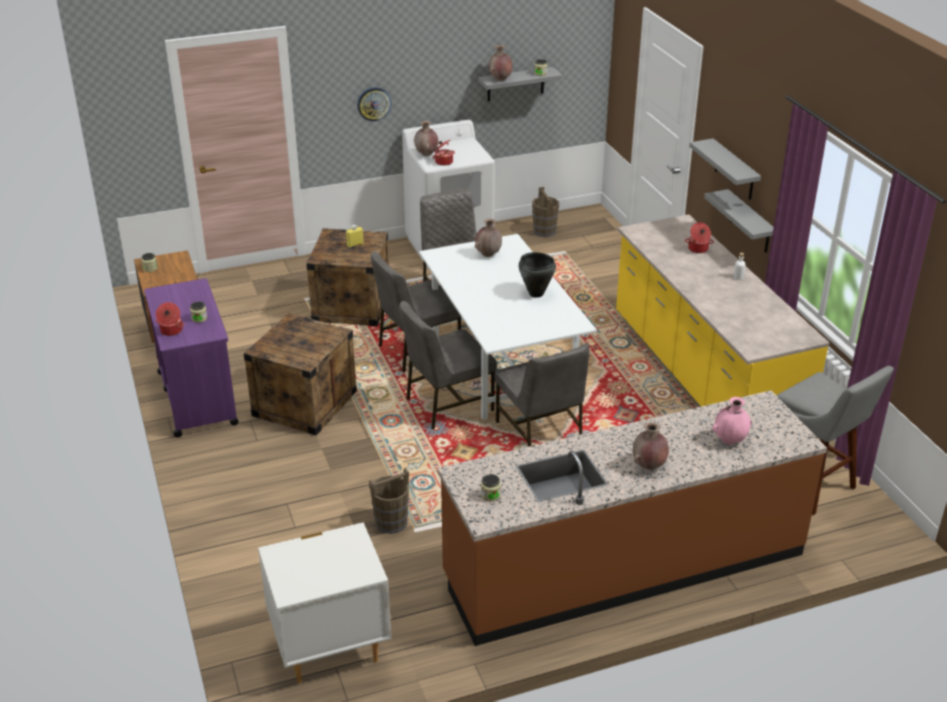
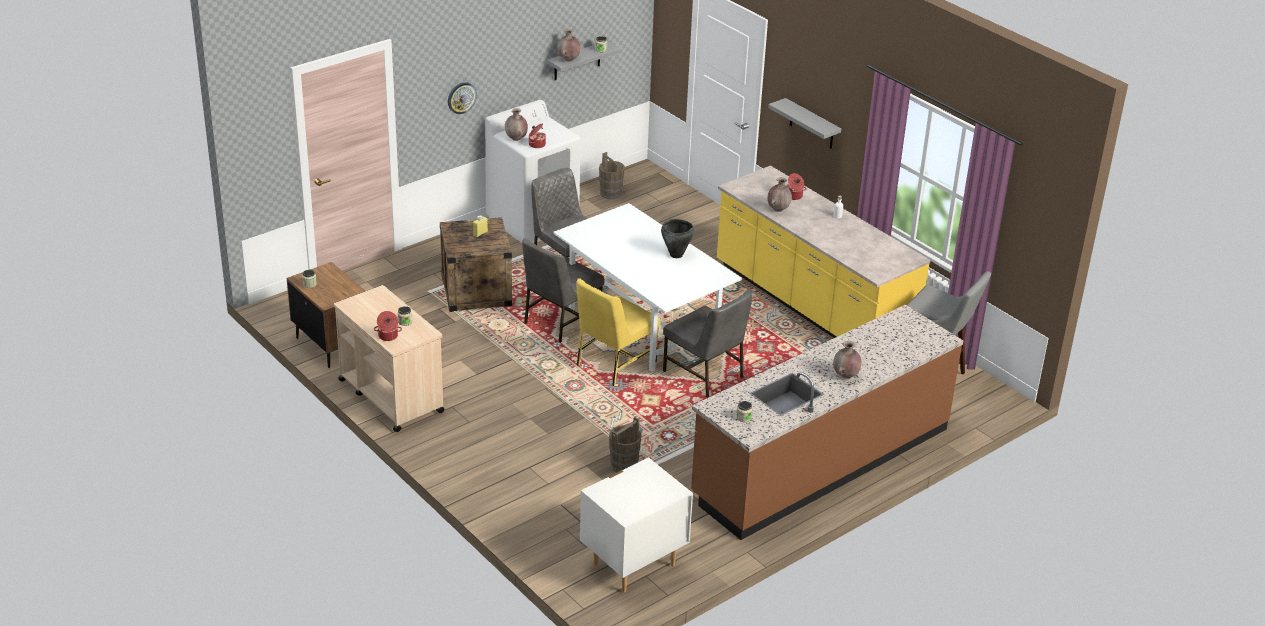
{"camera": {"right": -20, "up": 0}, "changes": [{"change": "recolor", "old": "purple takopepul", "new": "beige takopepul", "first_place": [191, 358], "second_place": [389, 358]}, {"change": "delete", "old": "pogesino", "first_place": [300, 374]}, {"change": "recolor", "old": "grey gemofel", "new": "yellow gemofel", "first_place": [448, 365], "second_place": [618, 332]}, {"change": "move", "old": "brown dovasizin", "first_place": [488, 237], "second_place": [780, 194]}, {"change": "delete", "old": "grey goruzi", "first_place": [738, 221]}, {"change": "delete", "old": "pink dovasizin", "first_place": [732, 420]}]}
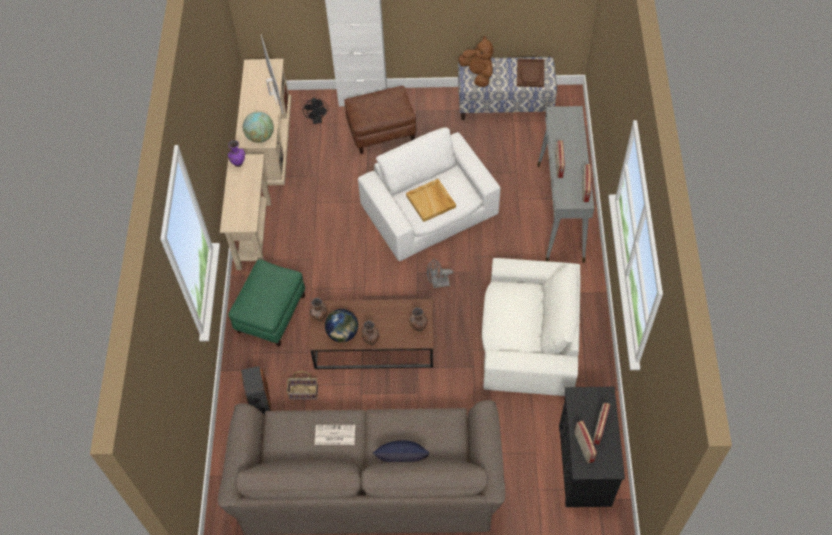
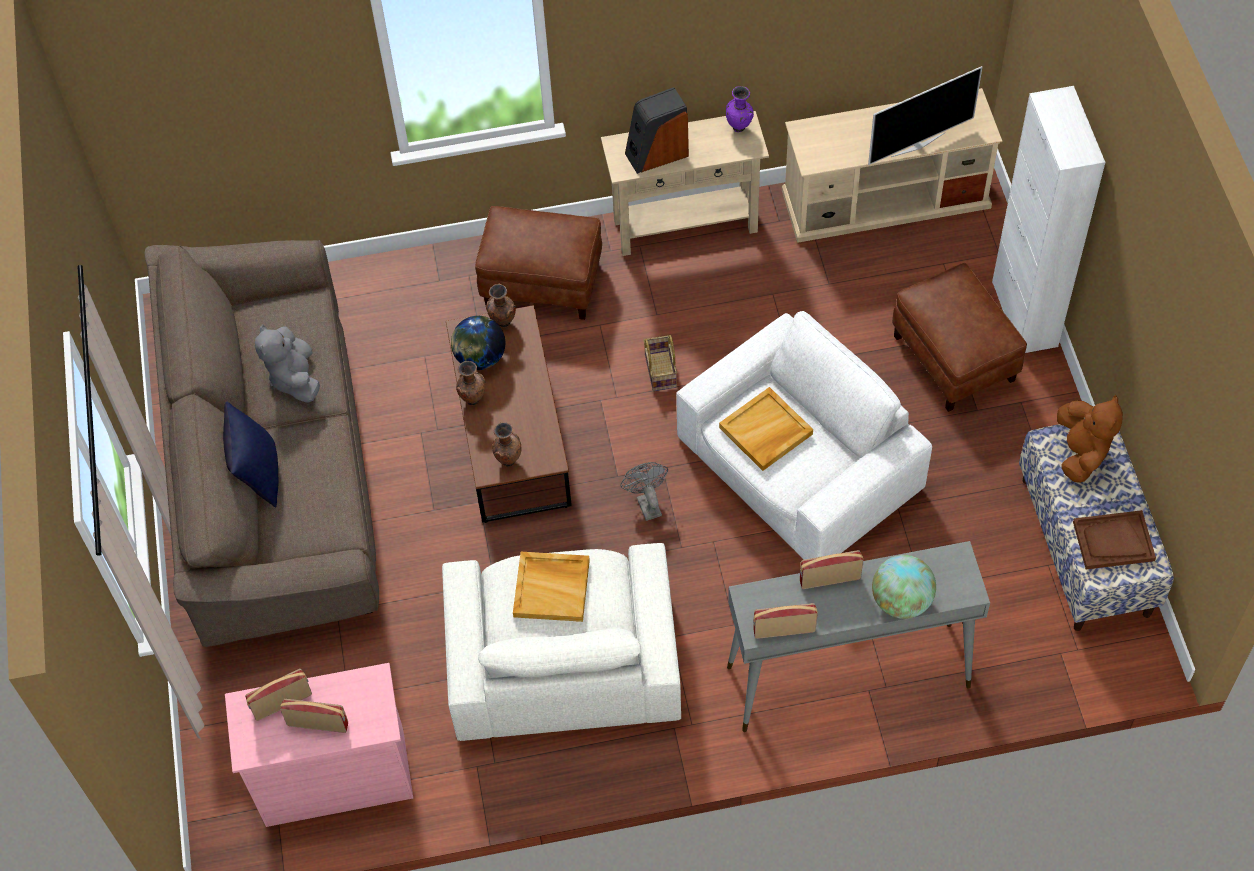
{"camera": {"right": 80, "up": 0}, "changes": [{"change": "recolor", "old": "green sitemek", "new": "brown sitemek", "first_place": [266, 303], "second_place": [538, 263]}, {"change": "move", "old": "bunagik", "first_place": [255, 390], "second_place": [657, 130]}, {"change": "move", "old": "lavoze", "first_place": [258, 127], "second_place": [904, 587]}, {"change": "move", "old": "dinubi", "first_place": [302, 385], "second_place": [660, 363]}, {"change": "delete", "old": "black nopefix", "first_place": [315, 111]}, {"change": "replace", "old": "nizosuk", "new": "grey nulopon", "first_place": [335, 435], "second_place": [287, 363]}, {"change": "rotate", "old": "brown nulopon", "first_place": [476, 61], "second_place": [1090, 439], "degrees": -45}, {"change": "recolor", "old": "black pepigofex", "new": "pink pepigofex", "first_place": [592, 447], "second_place": [319, 745]}, {"change": "insert", "new": "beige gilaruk", "second_place": [551, 587]}]}
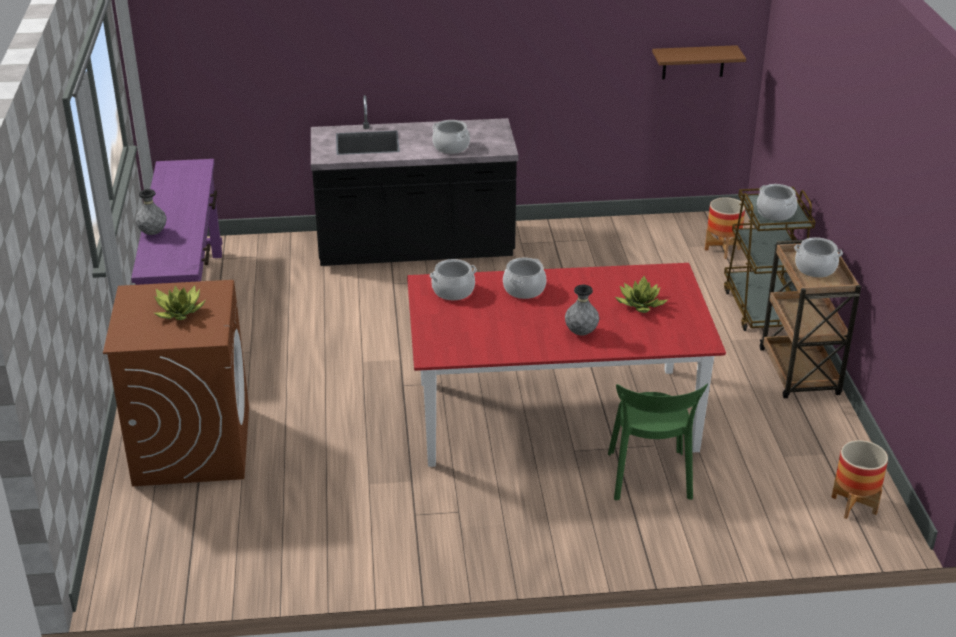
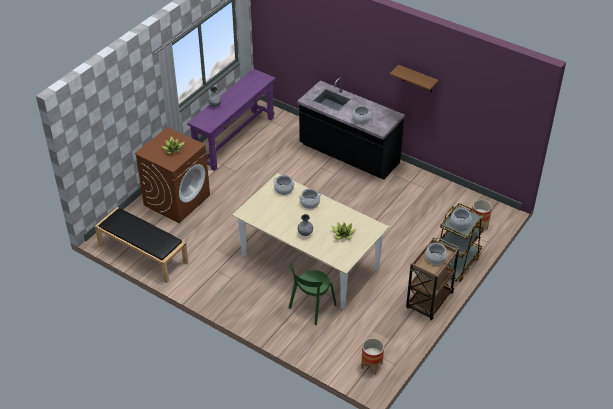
{"camera": {"right": 40, "up": 10}, "changes": [{"change": "recolor", "old": "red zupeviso", "new": "beige zupeviso", "first_place": [566, 365], "second_place": [310, 241]}, {"change": "move", "old": "brown goruzi", "first_place": [699, 62], "second_place": [414, 78]}, {"change": "insert", "new": "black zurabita", "second_place": [141, 245]}]}
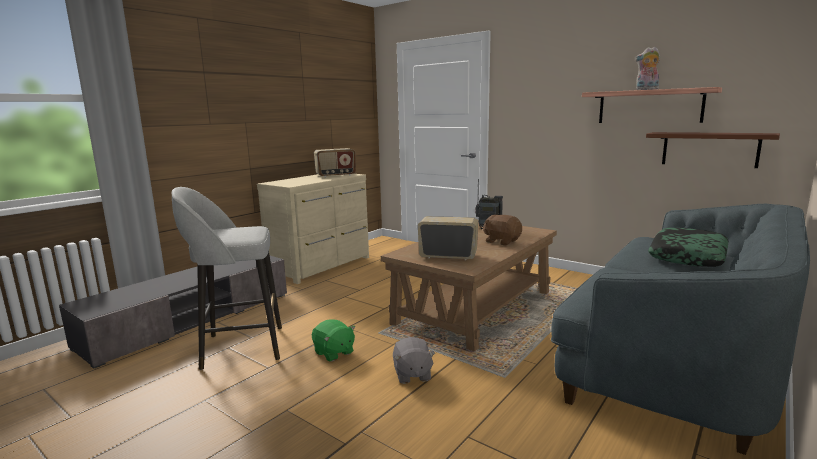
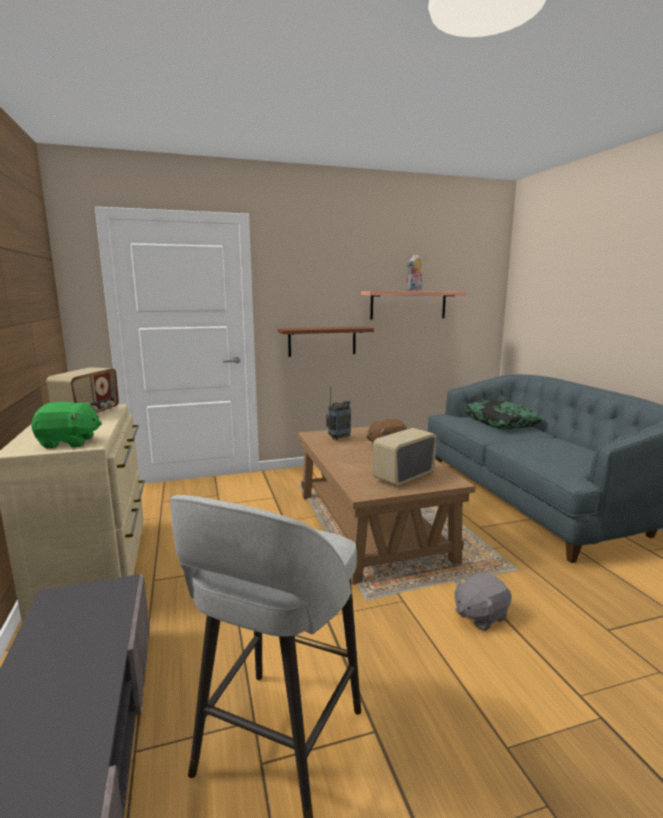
{"camera": {"right": -55, "up": 0}, "changes": [{"change": "move", "old": "green nulopon", "first_place": [333, 340], "second_place": [66, 425]}, {"change": "rotate", "old": "grey nulopon", "first_place": [414, 360], "second_place": [483, 601], "degrees": 120}, {"change": "move", "old": "brown goruzi", "first_place": [713, 150], "second_place": [325, 342]}]}
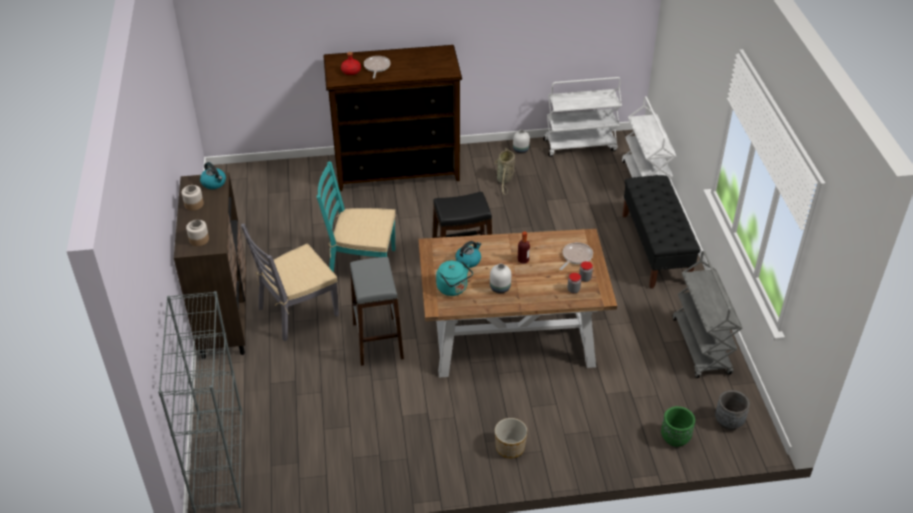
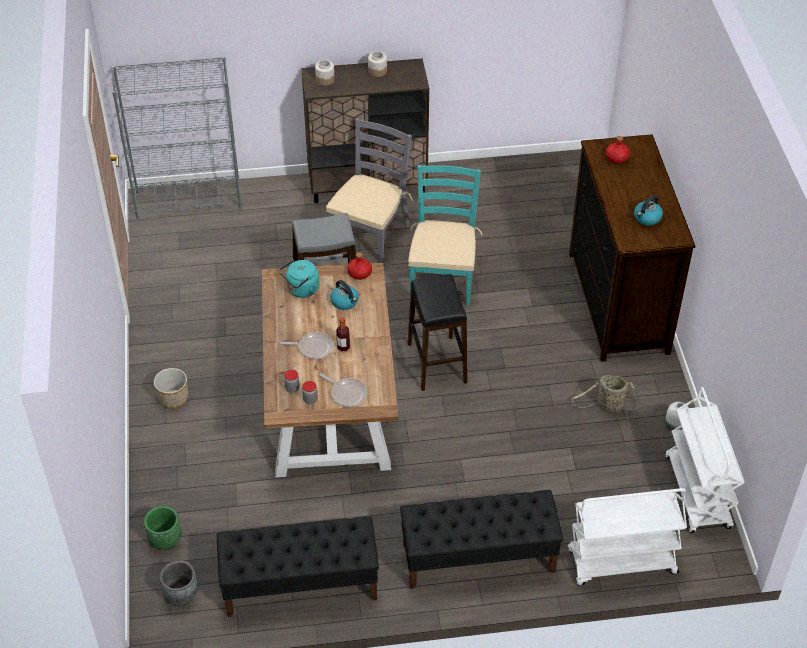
{"camera": {"right": 90, "up": 5}, "changes": [{"change": "move", "old": "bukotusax", "first_place": [213, 175], "second_place": [648, 210]}, {"change": "rotate", "old": "grey gemofel", "first_place": [290, 282], "second_place": [369, 191], "degrees": 60}, {"change": "move", "old": "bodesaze", "first_place": [377, 67], "second_place": [306, 345]}, {"change": "delete", "old": "white dovasizin", "first_place": [500, 278]}, {"change": "replace", "old": "grey takopepul", "new": "black zurabita", "first_place": [707, 314], "second_place": [298, 566]}, {"change": "insert", "new": "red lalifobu", "second_place": [359, 266]}]}
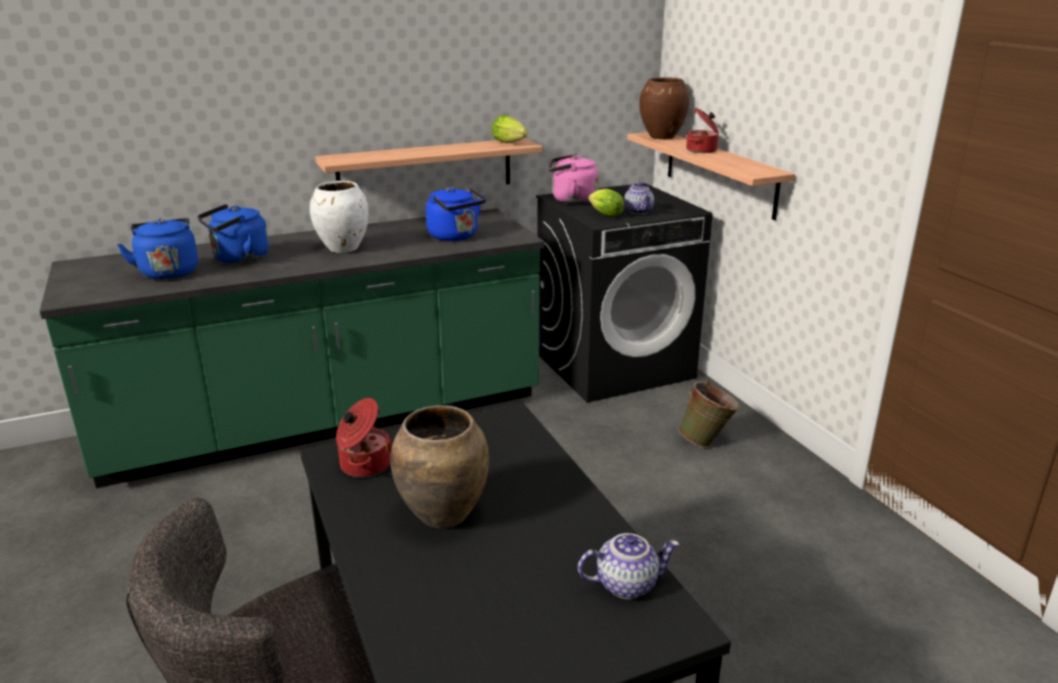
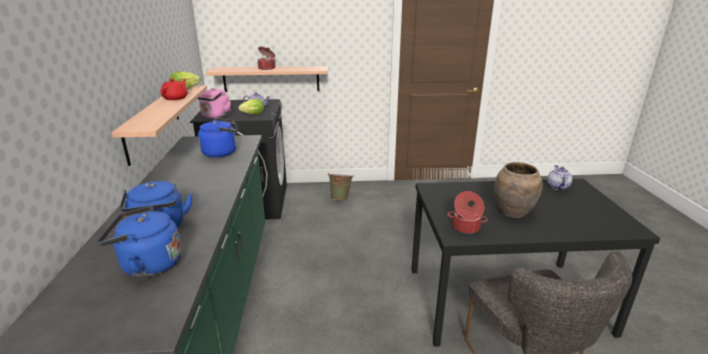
{"camera": {"right": -70, "up": 0}, "changes": [{"change": "delete", "old": "white dovasizin", "first_place": [339, 217]}, {"change": "delete", "old": "brown dovasizin", "first_place": [664, 108]}, {"change": "insert", "new": "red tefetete", "second_place": [174, 89]}]}
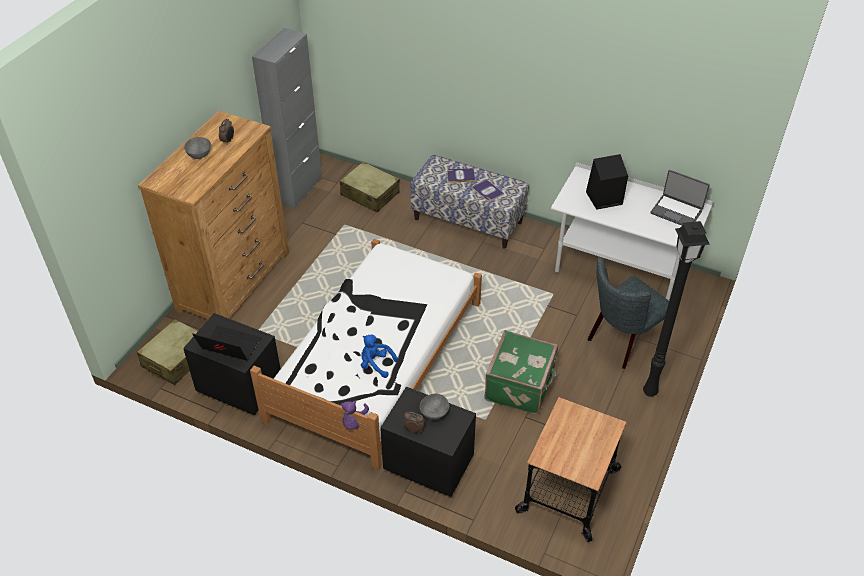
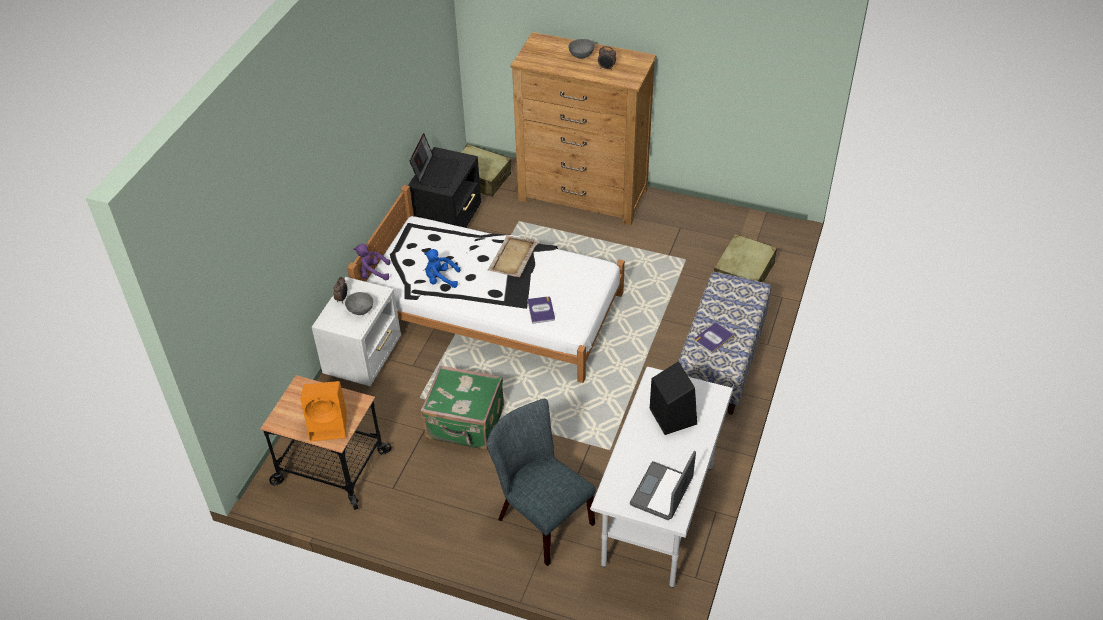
{"camera": {"right": 85, "up": 0}, "changes": [{"change": "delete", "old": "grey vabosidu", "first_place": [287, 118]}, {"change": "rotate", "old": "blue nulopon", "first_place": [379, 356], "second_place": [442, 268], "degrees": -105}, {"change": "recolor", "old": "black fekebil", "new": "white fekebil", "first_place": [428, 442], "second_place": [356, 331]}, {"change": "move", "old": "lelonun", "first_place": [461, 175], "second_place": [541, 310]}, {"change": "delete", "old": "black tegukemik", "first_place": [676, 309]}, {"change": "insert", "new": "orange bunagik", "second_place": [323, 411]}, {"change": "insert", "new": "beige gilaruk", "second_place": [513, 256]}]}
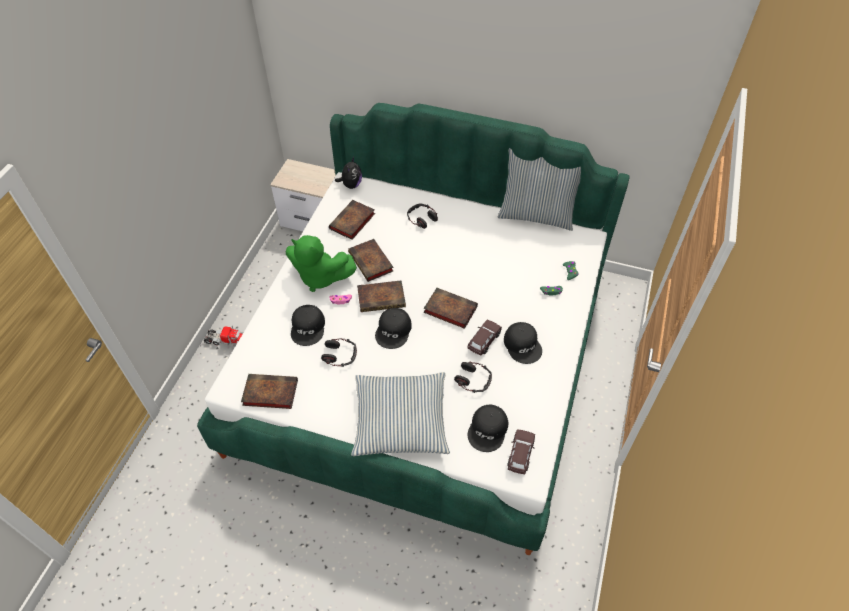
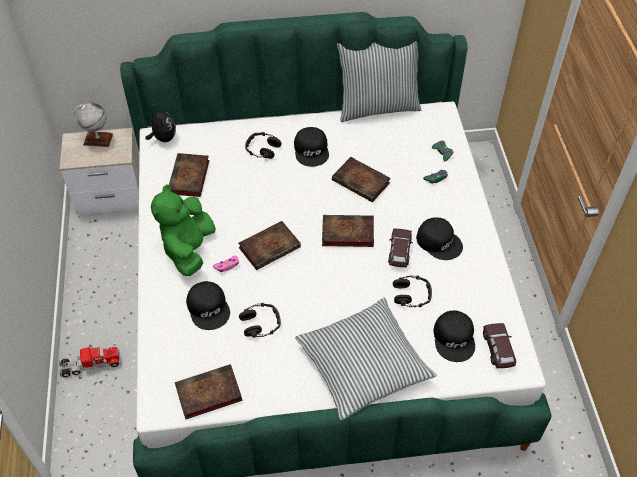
{"camera": {"right": -25, "up": 0}, "changes": [{"change": "rotate", "old": "green nulopon", "first_place": [321, 263], "second_place": [183, 230], "degrees": 105}, {"change": "move", "old": "lelonun", "first_place": [370, 260], "second_place": [361, 180]}, {"change": "move", "old": "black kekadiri", "first_place": [393, 328], "second_place": [311, 147]}, {"change": "insert", "new": "lavoze", "second_place": [93, 124]}]}
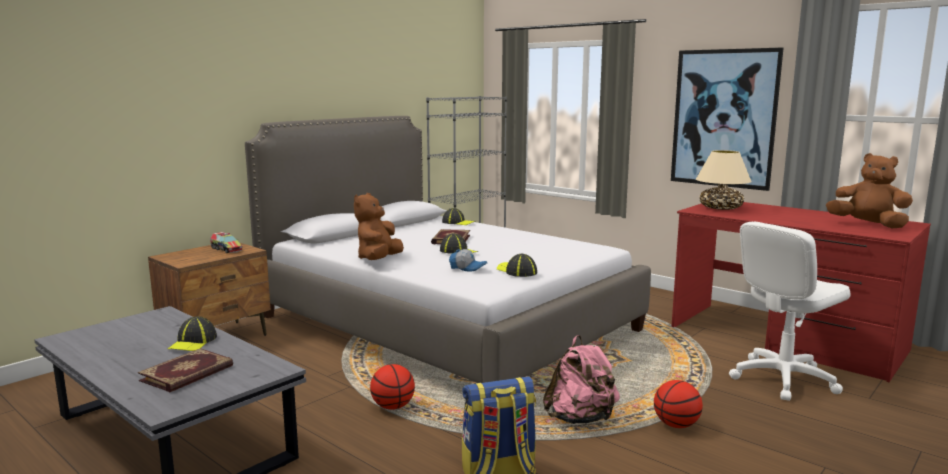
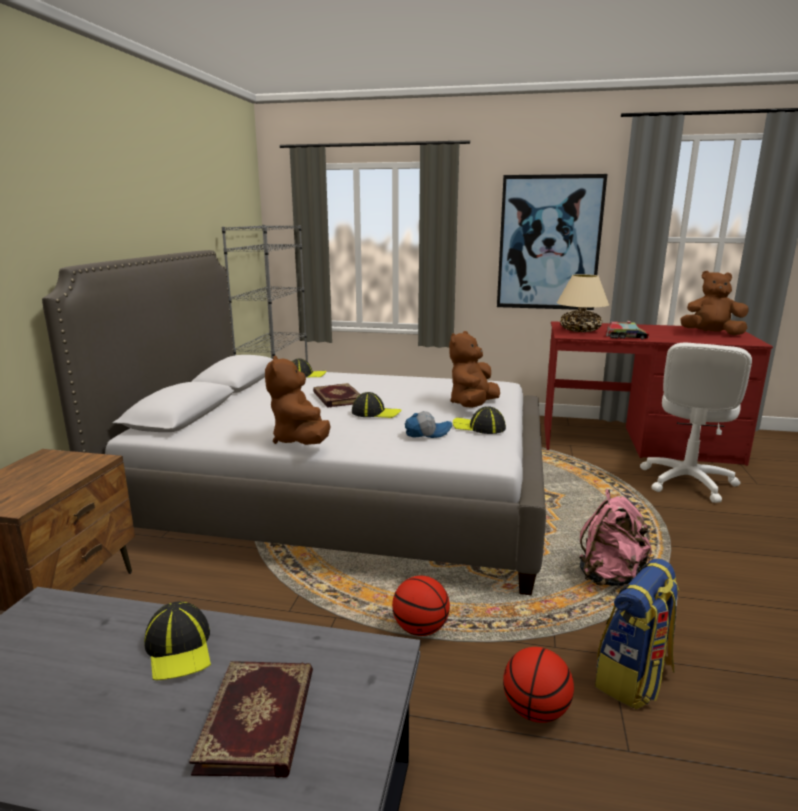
{"camera": {"right": -30, "up": 5}, "changes": [{"change": "move", "old": "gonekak", "first_place": [226, 242], "second_place": [627, 330]}, {"change": "move", "old": "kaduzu", "first_place": [678, 404], "second_place": [538, 685]}, {"change": "insert", "new": "brown nulopon", "second_place": [474, 369]}]}
